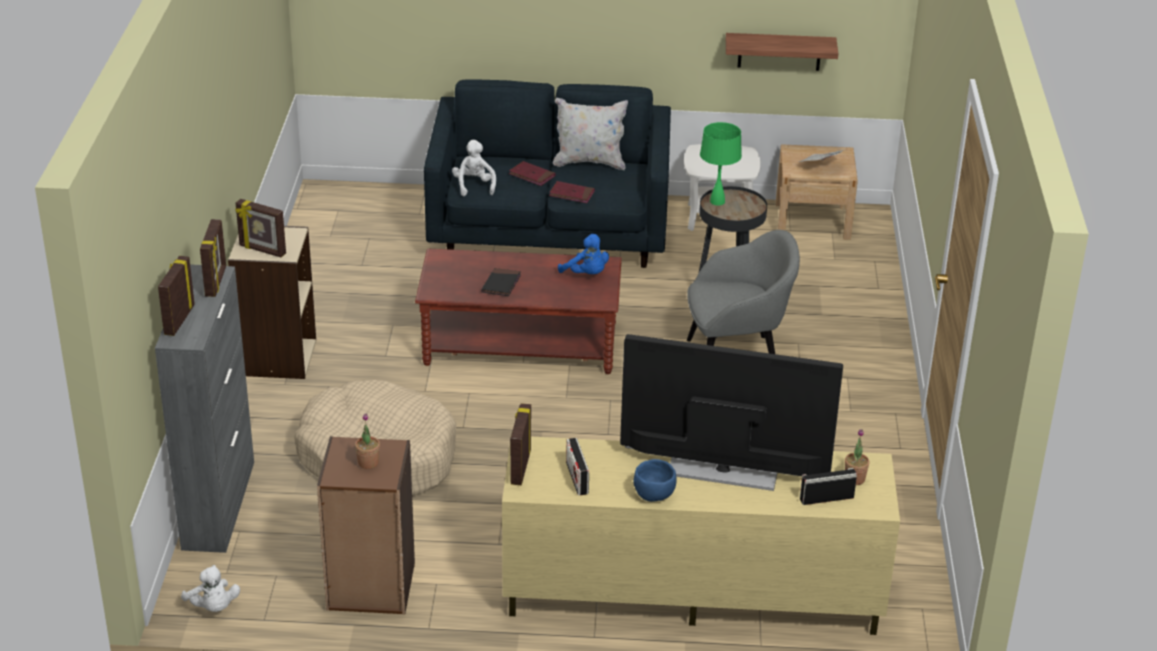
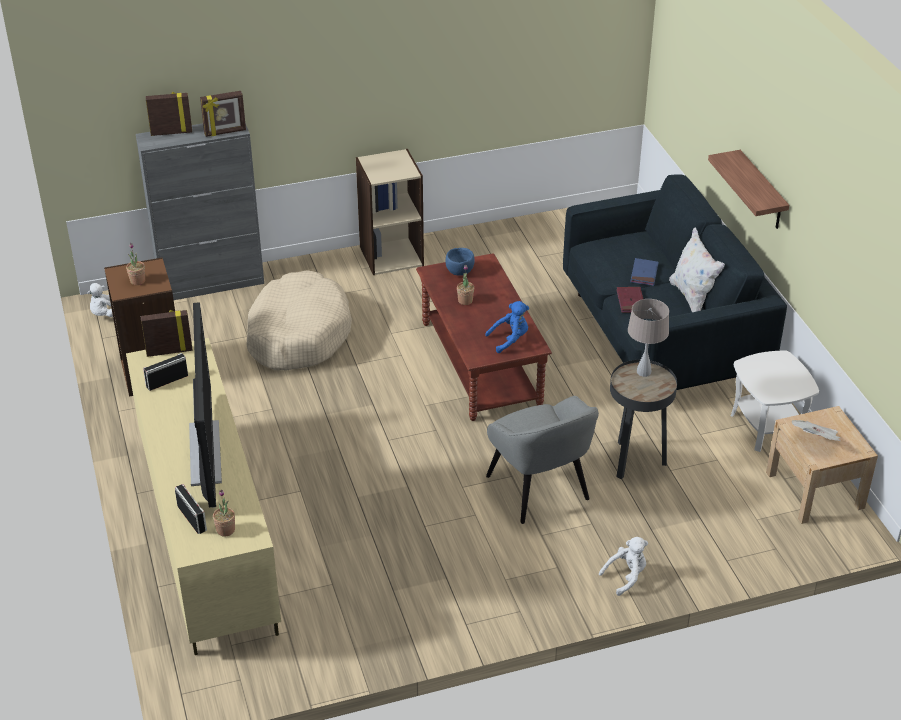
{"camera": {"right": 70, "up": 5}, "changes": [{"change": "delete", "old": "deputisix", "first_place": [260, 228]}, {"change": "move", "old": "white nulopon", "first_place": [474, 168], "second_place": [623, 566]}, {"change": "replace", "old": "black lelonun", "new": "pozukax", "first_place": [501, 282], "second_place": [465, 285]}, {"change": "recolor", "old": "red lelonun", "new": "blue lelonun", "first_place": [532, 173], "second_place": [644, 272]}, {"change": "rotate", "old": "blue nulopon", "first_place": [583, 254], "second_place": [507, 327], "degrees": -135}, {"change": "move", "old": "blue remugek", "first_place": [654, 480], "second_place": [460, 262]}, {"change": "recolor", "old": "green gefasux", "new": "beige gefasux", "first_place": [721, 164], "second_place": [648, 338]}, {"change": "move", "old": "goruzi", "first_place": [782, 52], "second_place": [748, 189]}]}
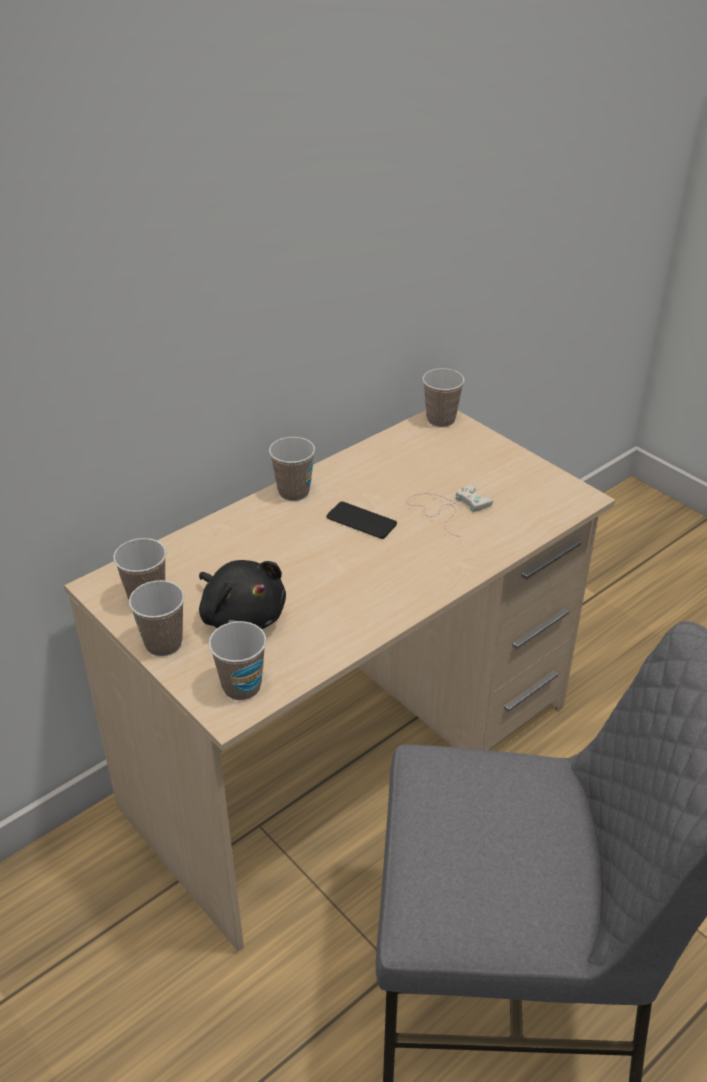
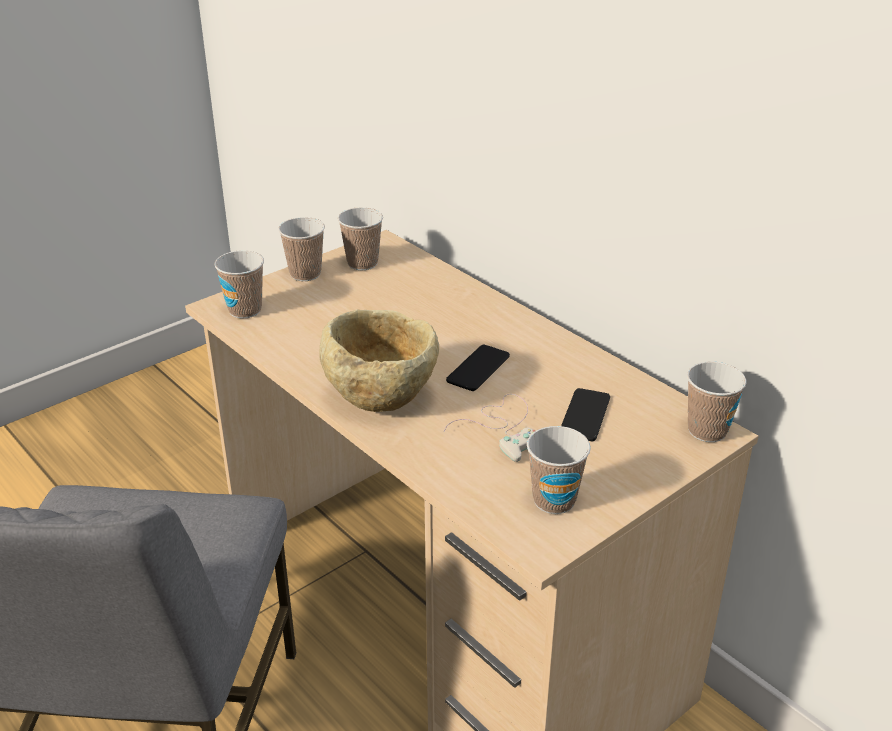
{"camera": {"right": 90, "up": -5}, "changes": [{"change": "delete", "old": "black nulopon", "first_place": [242, 594]}, {"change": "move", "old": "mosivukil", "first_place": [292, 469], "second_place": [559, 470]}, {"change": "insert", "new": "beige remugek", "second_place": [379, 360]}, {"change": "insert", "new": "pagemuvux", "second_place": [585, 414]}]}
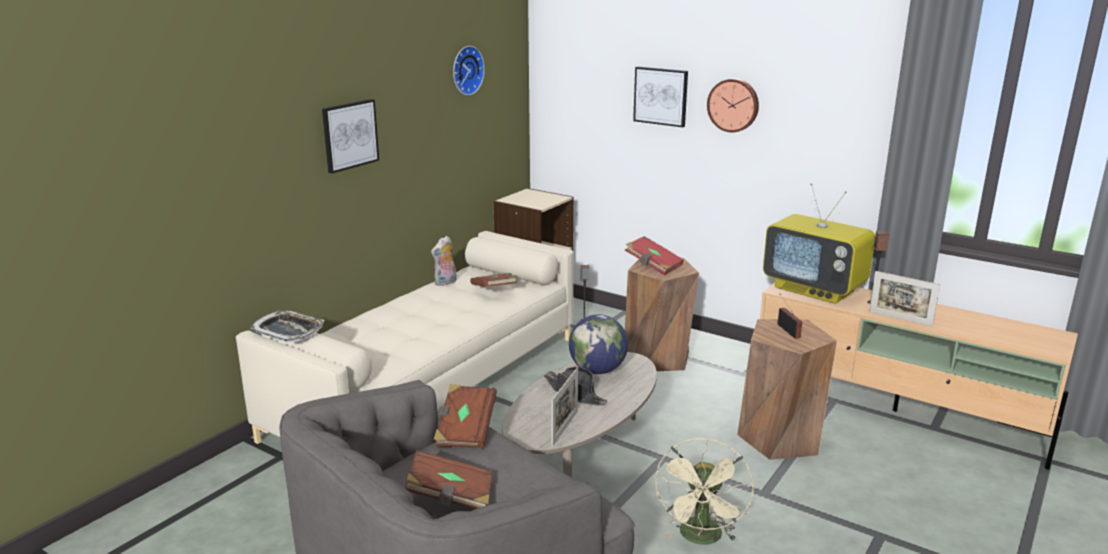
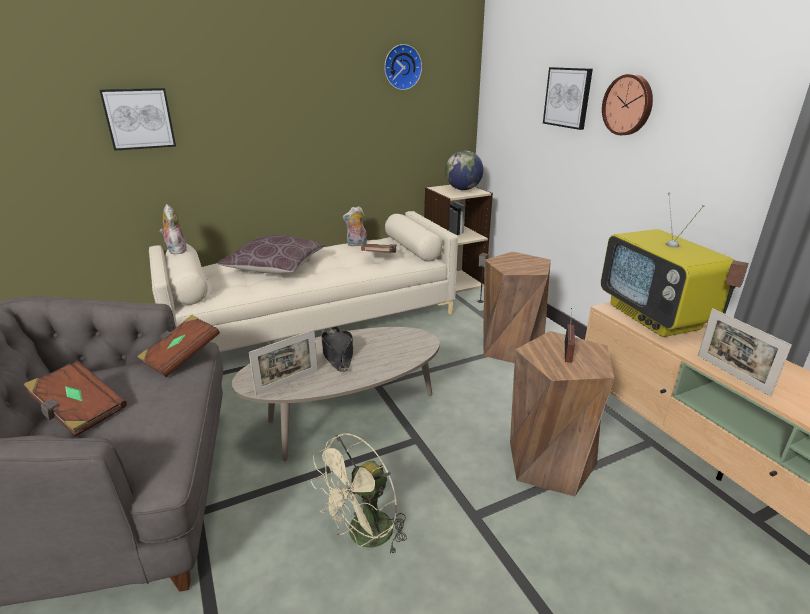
{"camera": {"right": 30, "up": 5}, "changes": [{"change": "replace", "old": "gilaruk", "new": "nulopon", "first_place": [287, 326], "second_place": [173, 229]}, {"change": "move", "old": "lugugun", "first_place": [350, 136], "second_place": [138, 119]}, {"change": "move", "old": "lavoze", "first_place": [598, 344], "second_place": [464, 170]}, {"change": "delete", "old": "red lelonun", "first_place": [654, 255]}, {"change": "insert", "new": "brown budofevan", "second_place": [272, 254]}]}
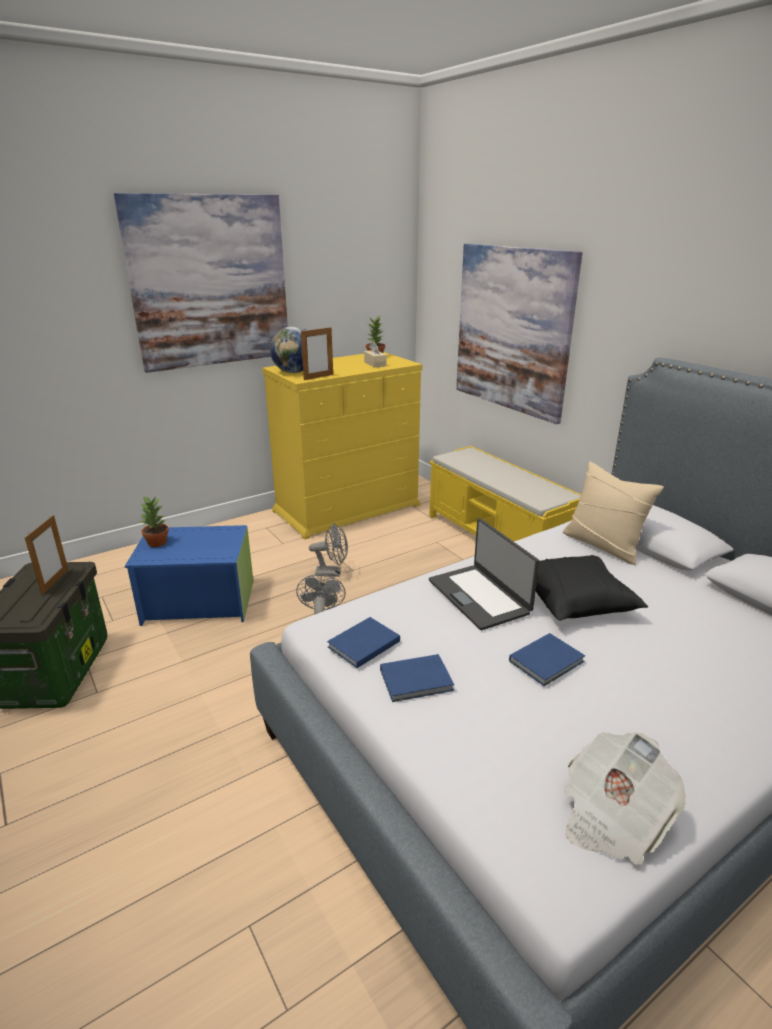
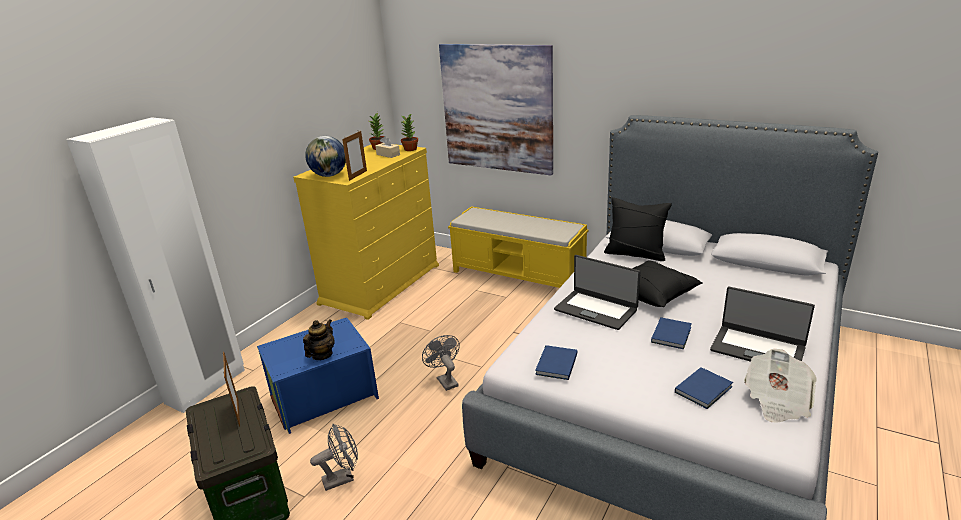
{"camera": {"right": -25, "up": 0}, "changes": [{"change": "delete", "old": "lugugun", "first_place": [201, 283]}, {"change": "move", "old": "pozukax", "first_place": [154, 521], "second_place": [409, 132]}, {"change": "move", "old": "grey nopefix", "first_place": [328, 550], "second_place": [334, 457]}, {"change": "move", "old": "blue lelonun", "first_place": [417, 678], "second_place": [704, 388]}, {"change": "recolor", "old": "beige budofevan", "new": "black budofevan", "first_place": [613, 513], "second_place": [638, 229]}, {"change": "insert", "new": "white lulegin", "second_place": [155, 265]}, {"change": "insert", "new": "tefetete", "second_place": [318, 339]}, {"change": "insert", "new": "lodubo", "second_place": [762, 324]}]}
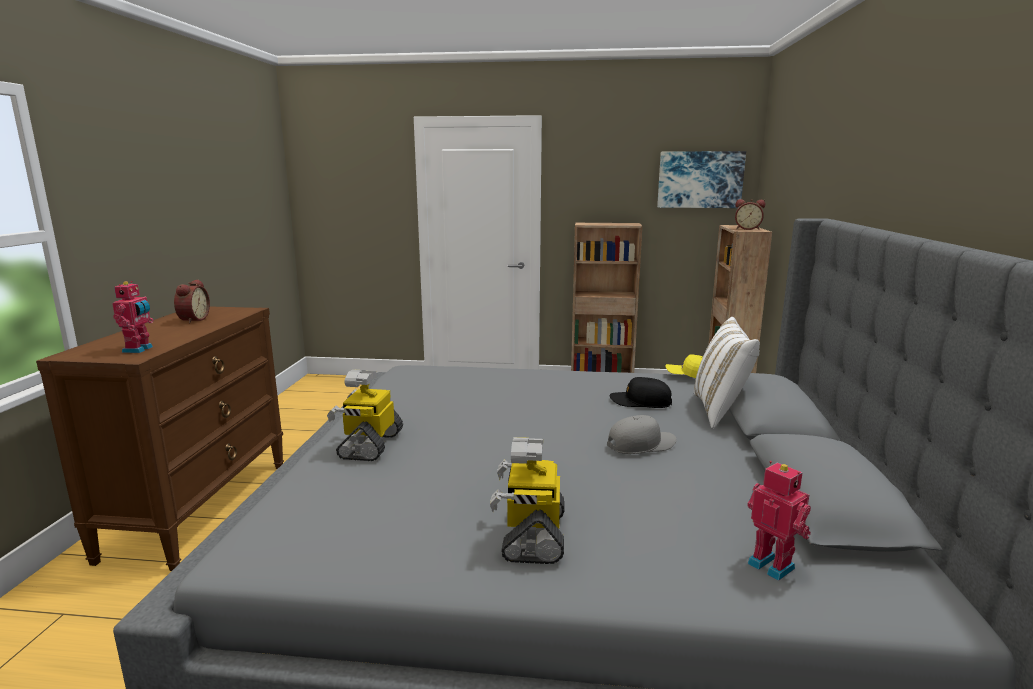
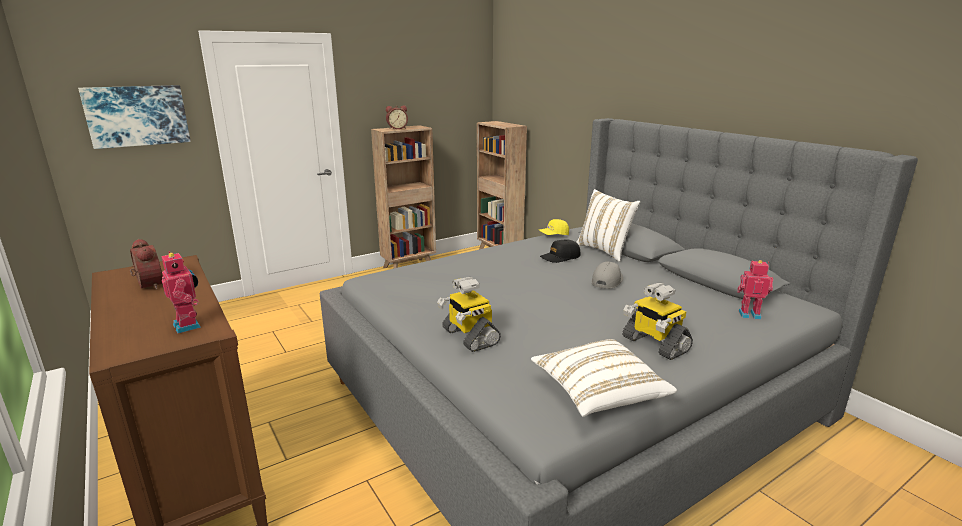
{"camera": {"right": -40, "up": 5}, "changes": [{"change": "move", "old": "lugugun", "first_place": [701, 179], "second_place": [134, 117]}, {"change": "move", "old": "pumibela", "first_place": [750, 214], "second_place": [397, 117]}, {"change": "insert", "new": "white budofevan", "second_place": [604, 378]}]}
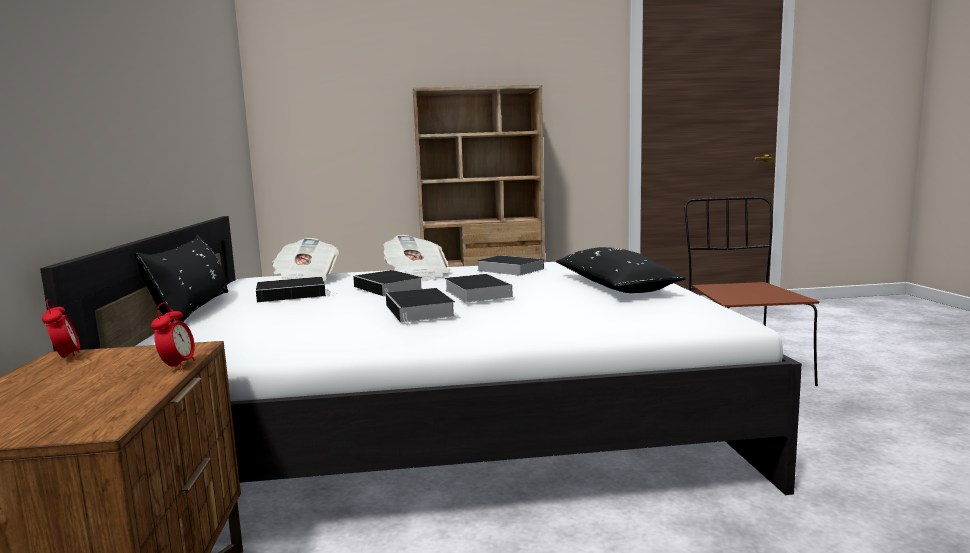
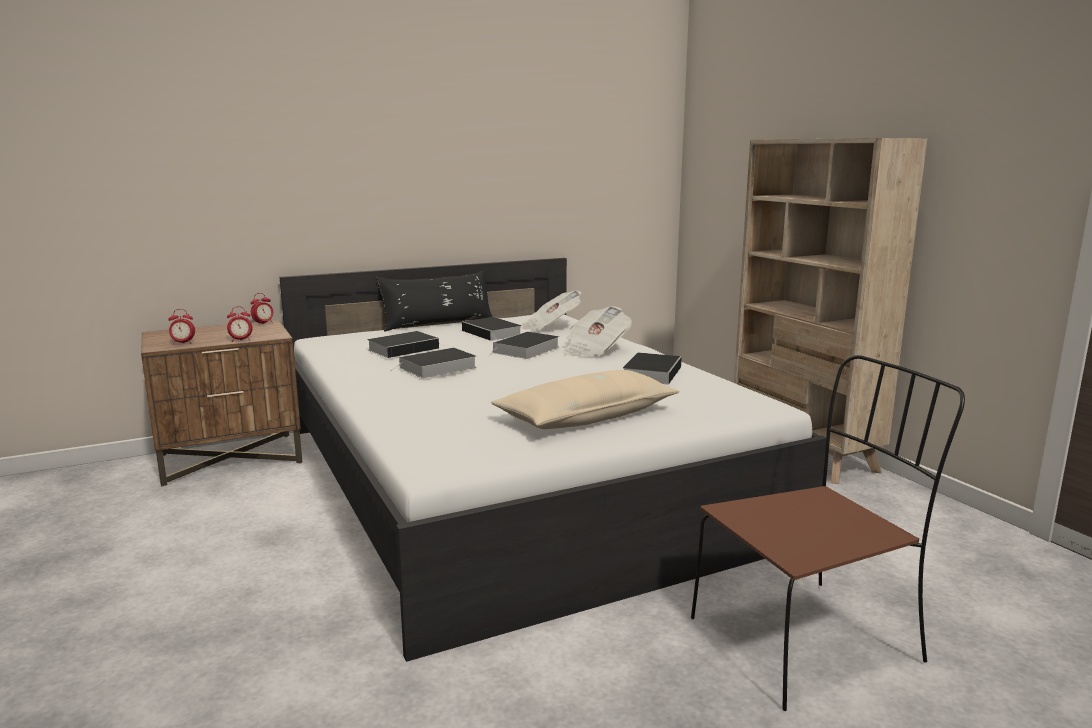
{"camera": {"right": 70, "up": 5}, "changes": [{"change": "move", "old": "lelonun", "first_place": [478, 288], "second_place": [403, 344]}, {"change": "recolor", "old": "black budofevan", "new": "beige budofevan", "first_place": [621, 270], "second_place": [585, 399]}, {"change": "insert", "new": "pumibela", "second_place": [181, 327]}]}
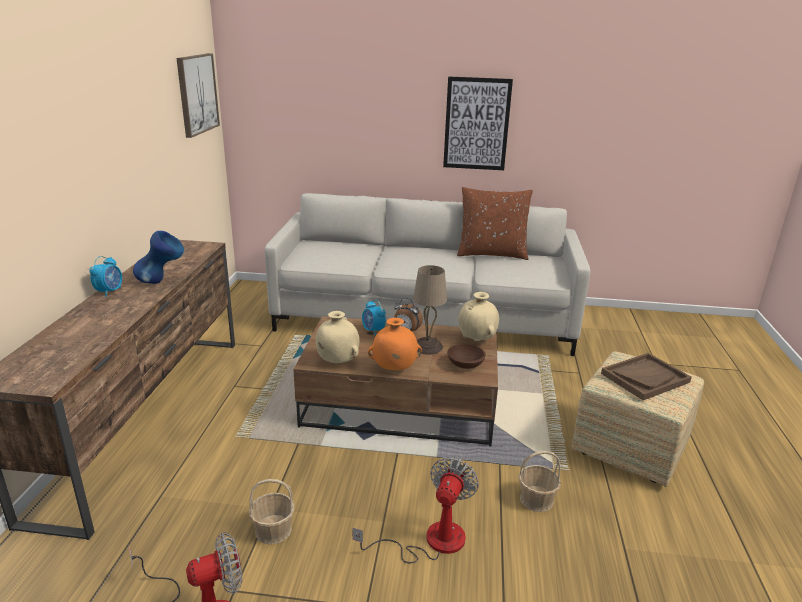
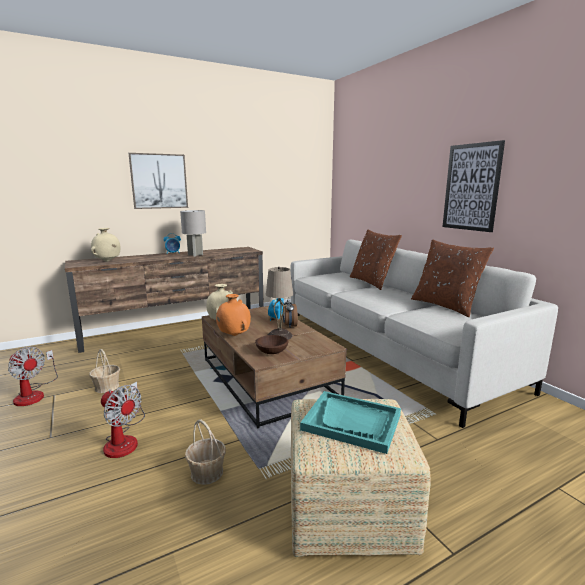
{"camera": {"right": 55, "up": -10}, "changes": [{"change": "replace", "old": "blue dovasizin", "new": "grey gefasux", "first_place": [158, 257], "second_place": [193, 233]}, {"change": "move", "old": "lugugun", "first_place": [198, 95], "second_place": [158, 181]}, {"change": "rotate", "old": "nopefix", "first_place": [416, 510], "second_place": [123, 420], "degrees": 45}, {"change": "move", "old": "beige dovasizin", "first_place": [478, 316], "second_place": [106, 245]}, {"change": "recolor", "old": "brown gilaruk", "new": "turquoise gilaruk", "first_place": [646, 376], "second_place": [350, 422]}, {"change": "insert", "new": "brown budofevan", "second_place": [376, 259]}]}
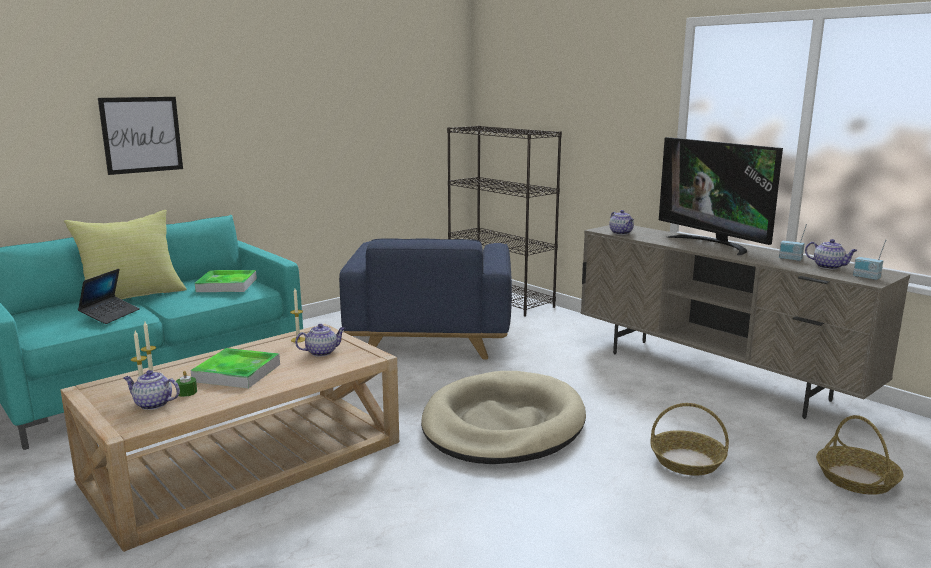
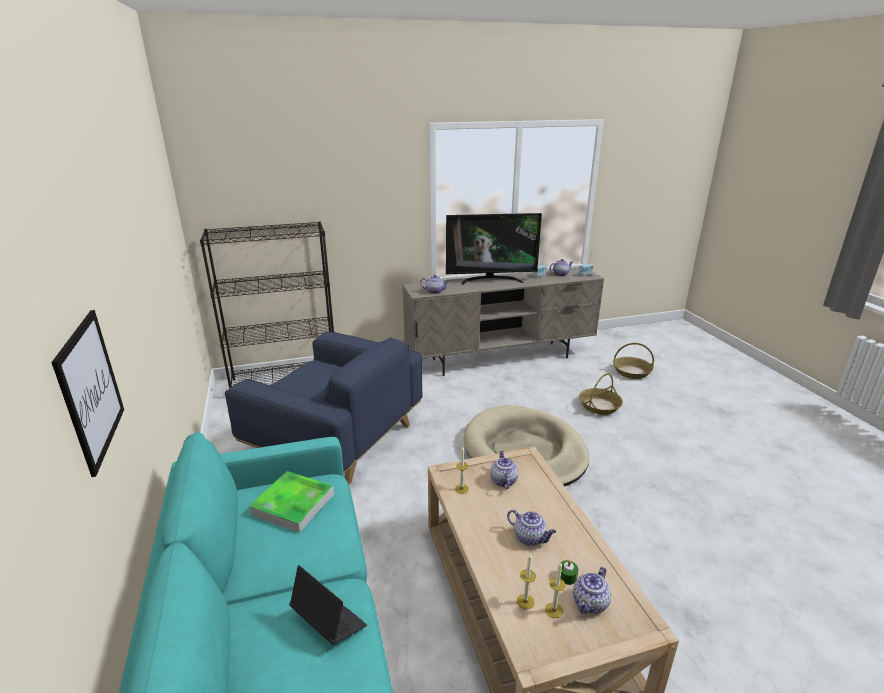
{"camera": {"right": -65, "up": 10}, "changes": [{"change": "delete", "old": "yellow budofevan", "first_place": [125, 254]}, {"change": "replace", "old": "gilaruk", "new": "tefetete", "first_place": [235, 368], "second_place": [531, 527]}]}
